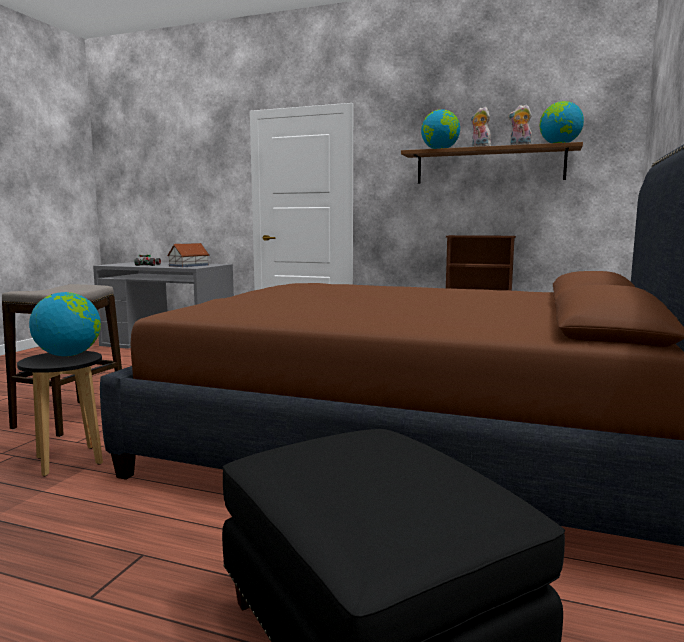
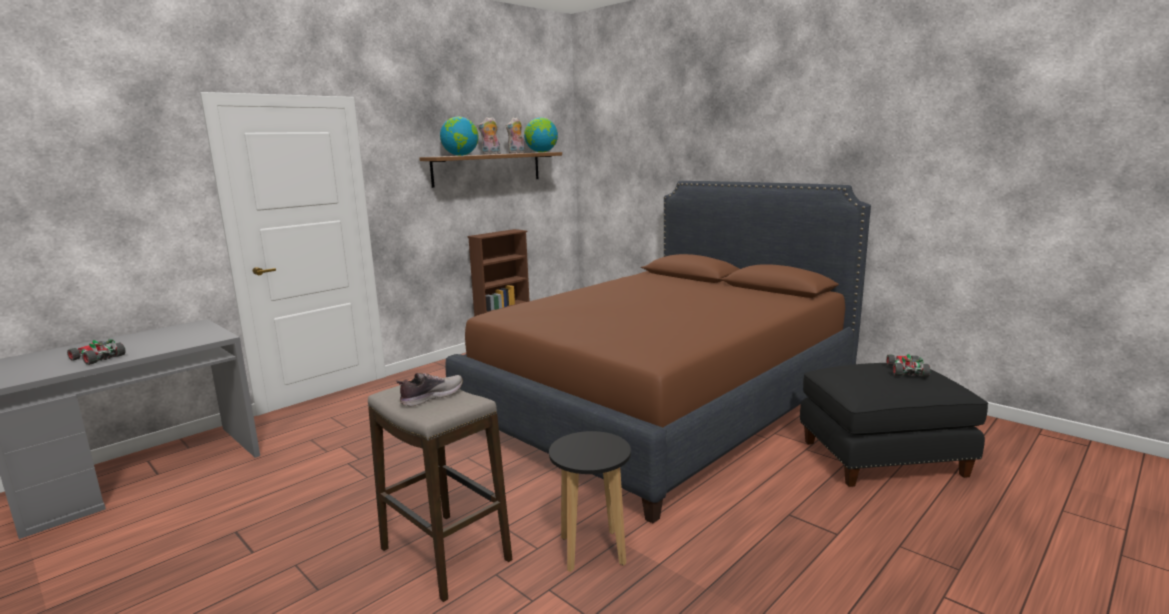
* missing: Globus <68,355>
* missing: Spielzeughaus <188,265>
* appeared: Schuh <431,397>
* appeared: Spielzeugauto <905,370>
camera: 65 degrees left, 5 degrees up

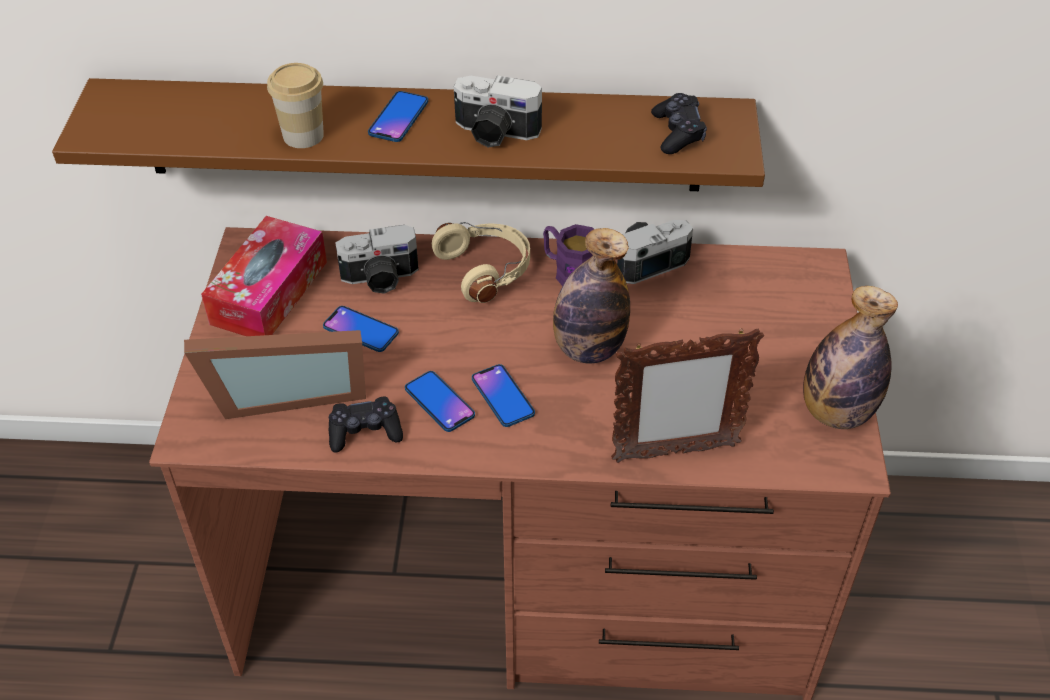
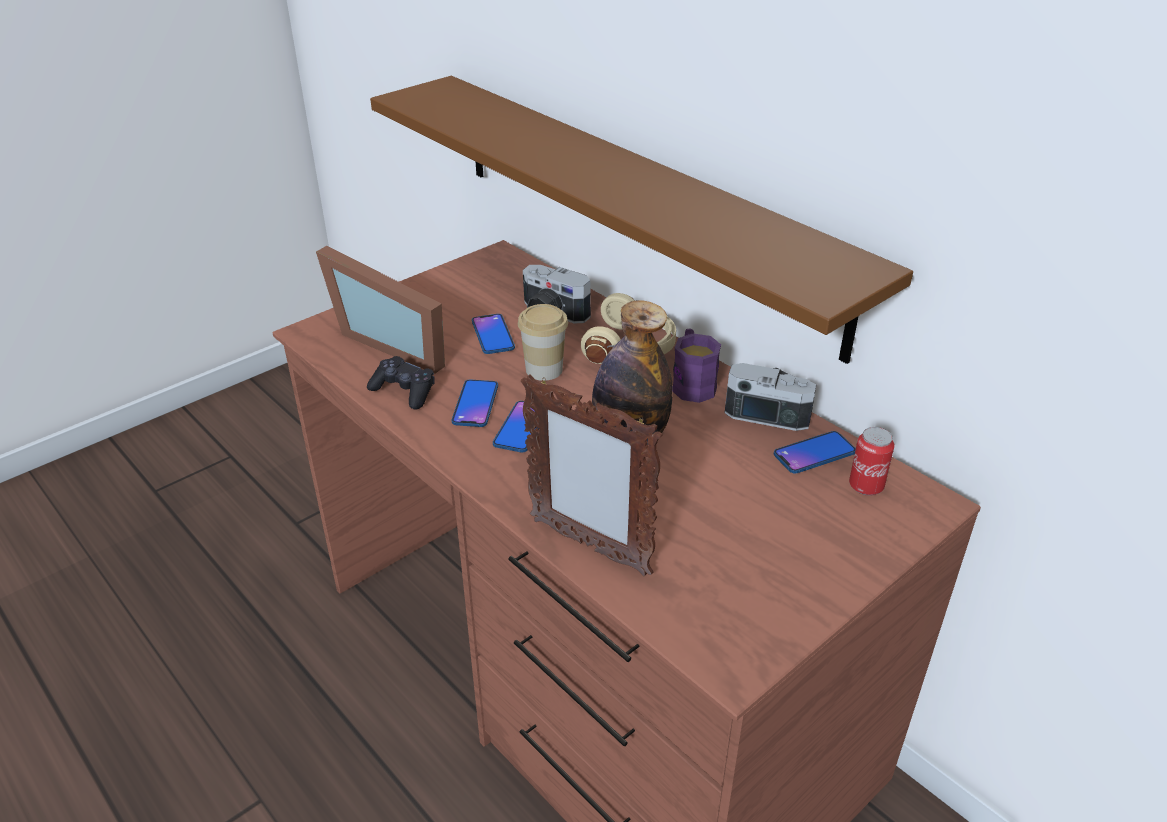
* missing: Taschentuchbox <269,292>
* relocated: Tasse <303,135> to <544,370>
* relocated: Handy <398,118> to <814,453>
* missing: Kamera <495,133>
* missing: Gamepad/schwarz <678,132>
* missing: Flasche <836,412>
* appeared: Dose <866,486>
camera: 45 degrees right, 10 degrees down

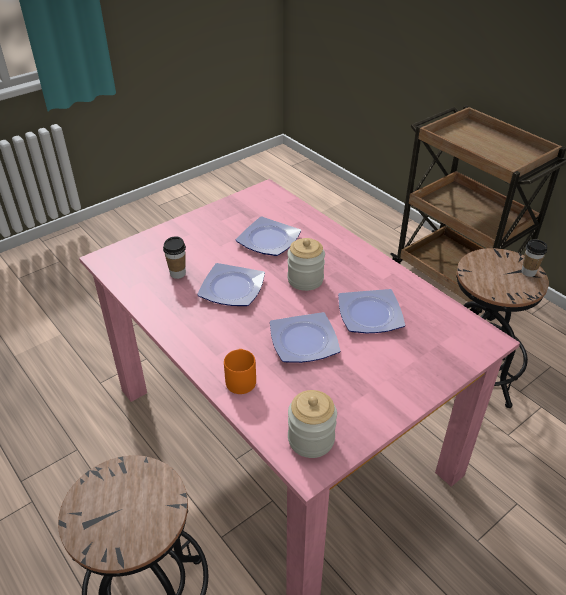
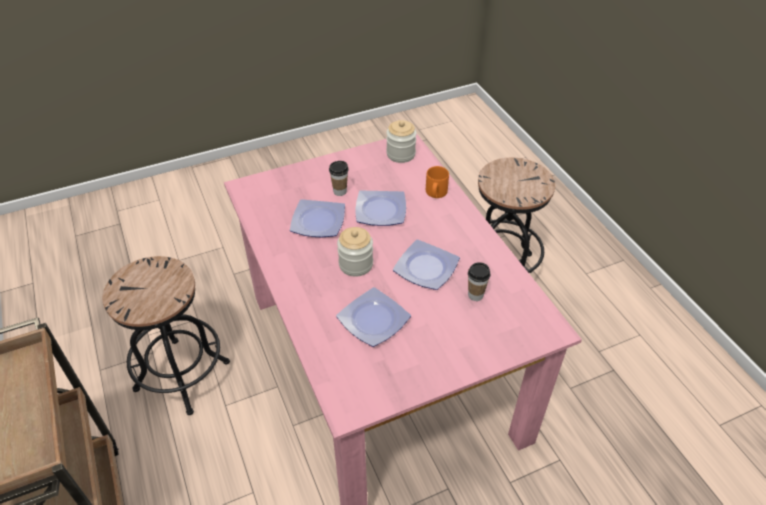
* relocated: Tasse <528,272> to <340,191>
camera: 165 degrees left, 5 degrees up

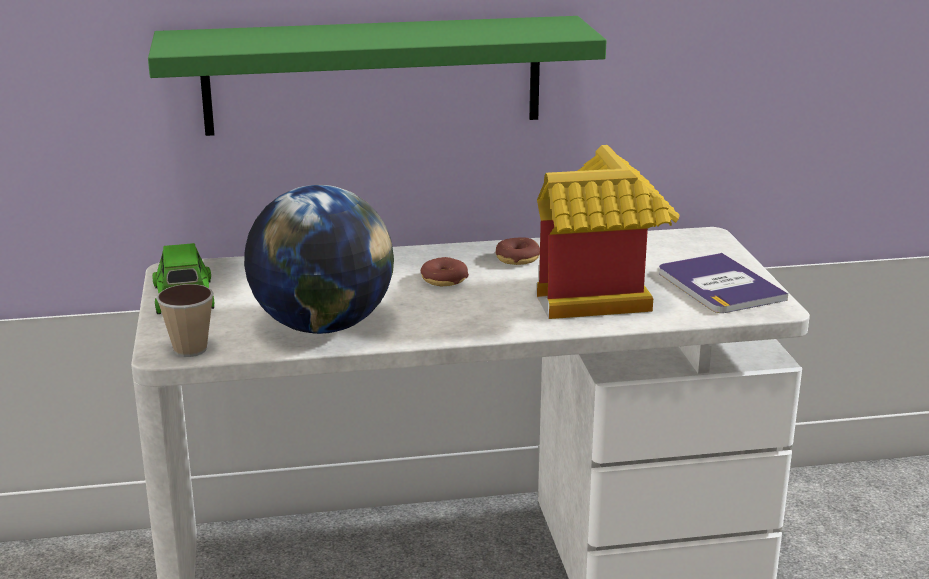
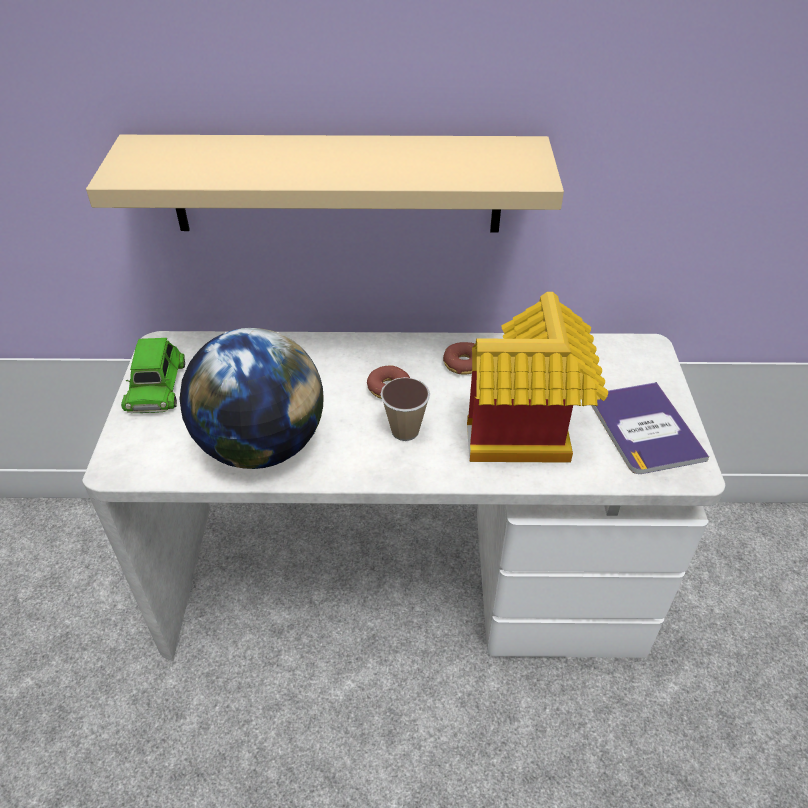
* colour: Wandregal/grün <373,75> to Wandregal/beige <336,184>
* relocated: Tasse <190,349> to <405,431>
camera: 10 degrees right, 20 degrees up

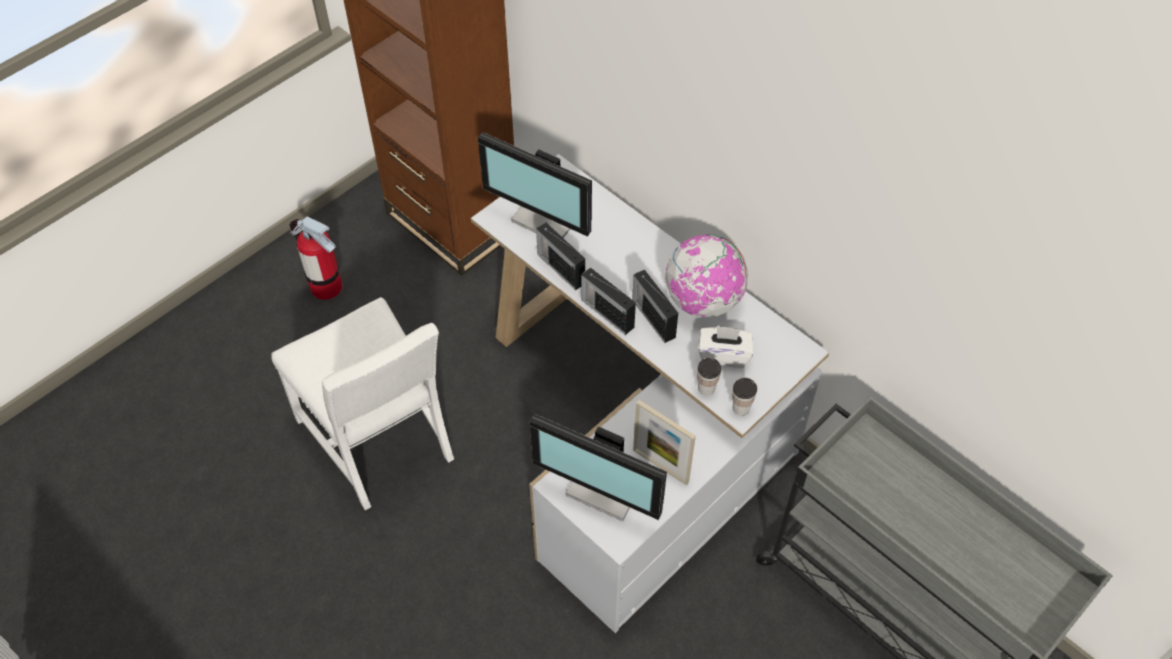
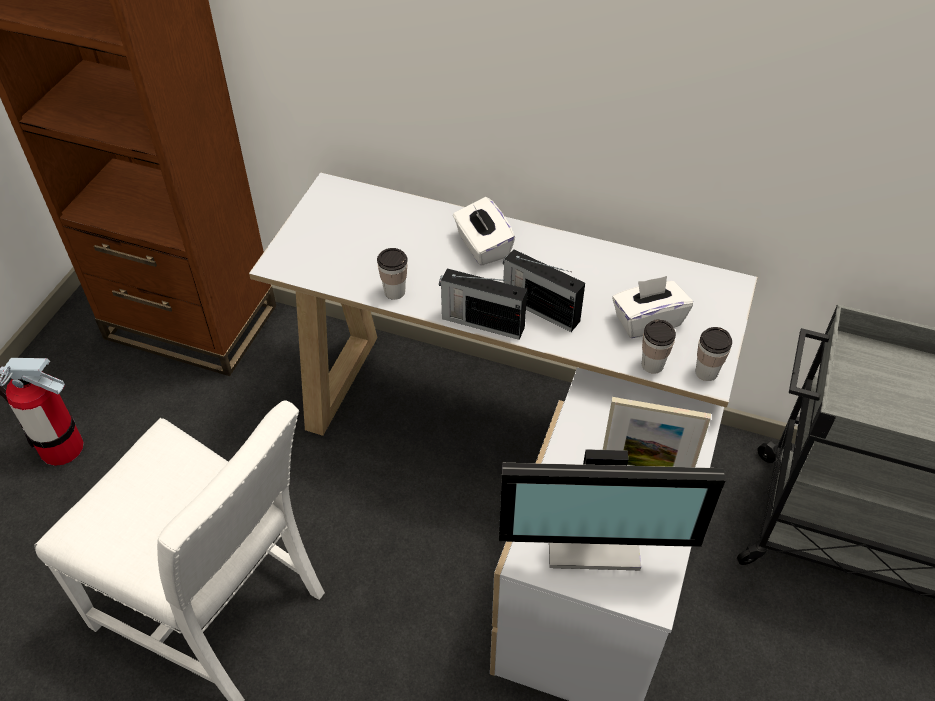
* missing: Monitor <548,216>
* exchanged: Radio <560,268> to Tasse <394,292>
* missing: Globus <703,301>
* appeared: Taschentuchbox/weiß <482,246>
camera: 25 degrees left, 5 degrees down

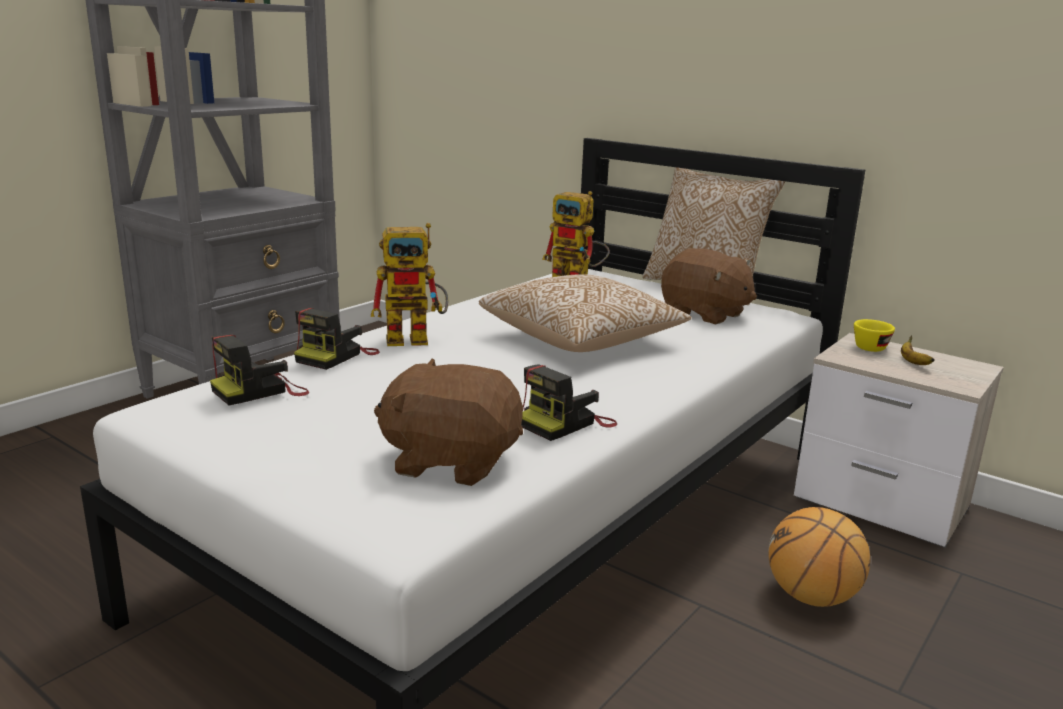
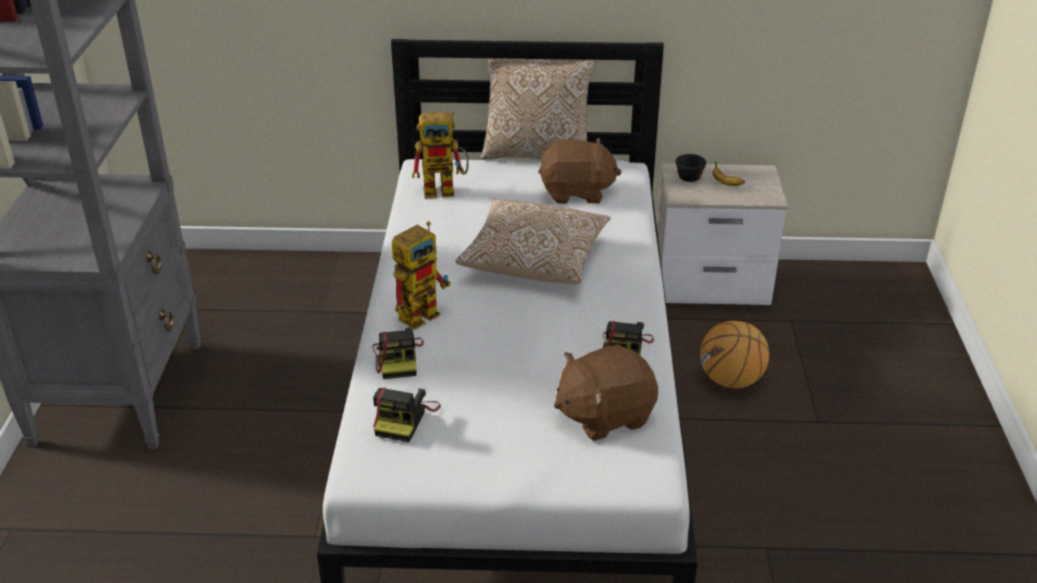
* colour: Tasse/gelb <873,347> to Tasse/schwarz <689,175>
camera: 35 degrees left, 15 degrees up

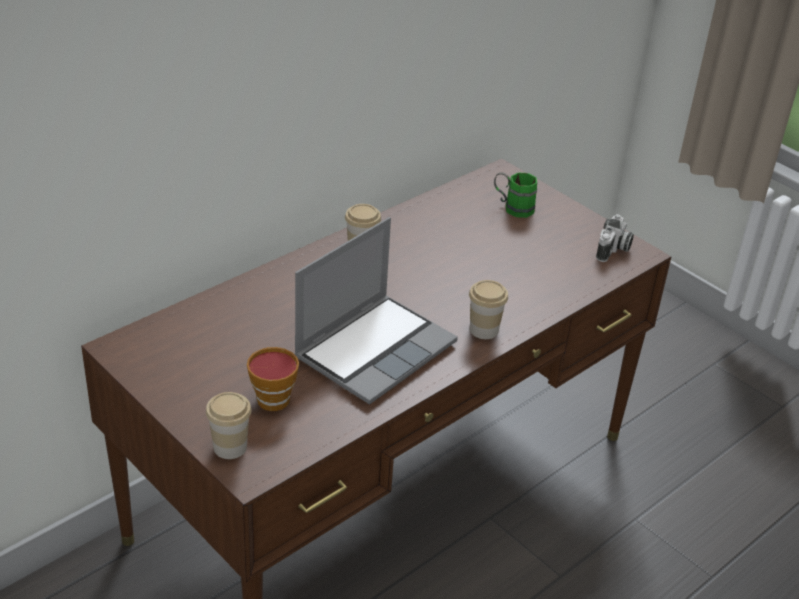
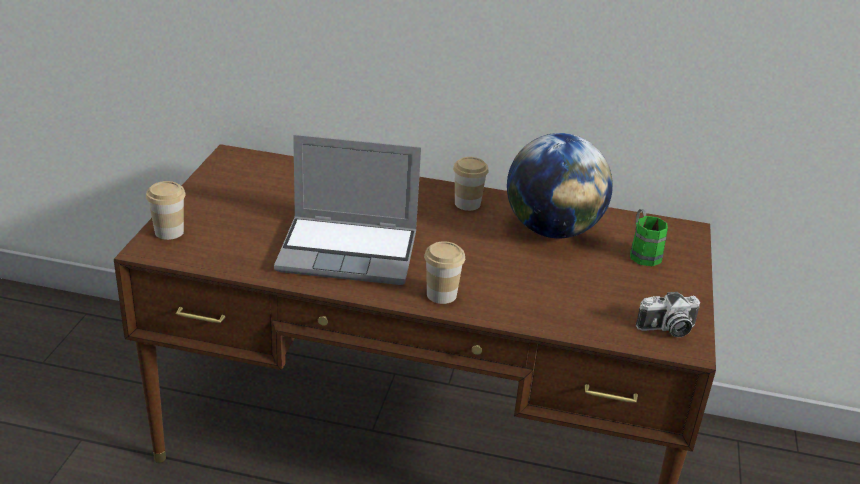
* missing: Tasse <272,397>
* appeared: Globus <552,230>
camera: 55 degrees right, 5 degrees down

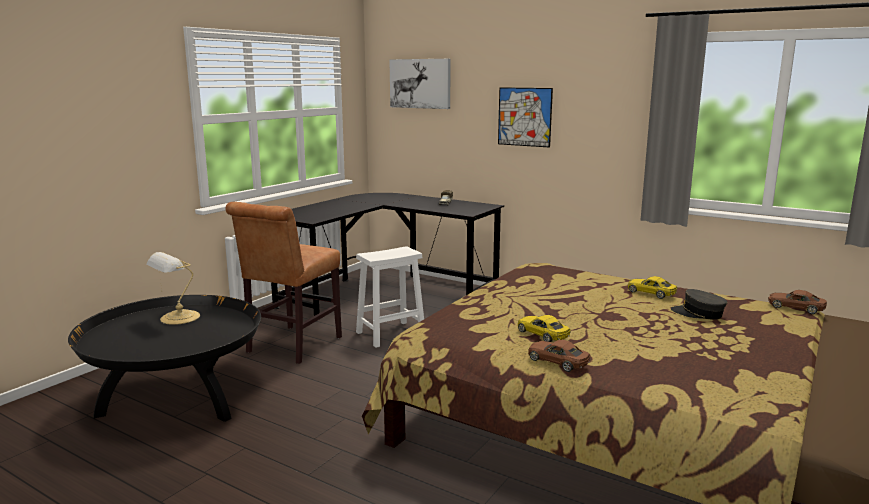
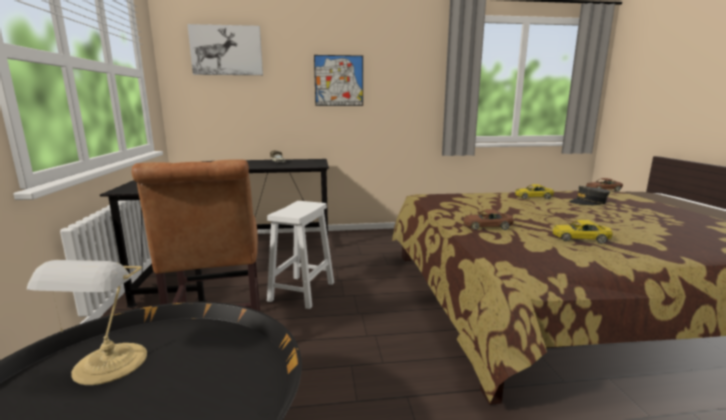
* relocated: Spielzeugauto/braun <558,361> to <487,226>
camera: 40 degrees left, 0 degrees up

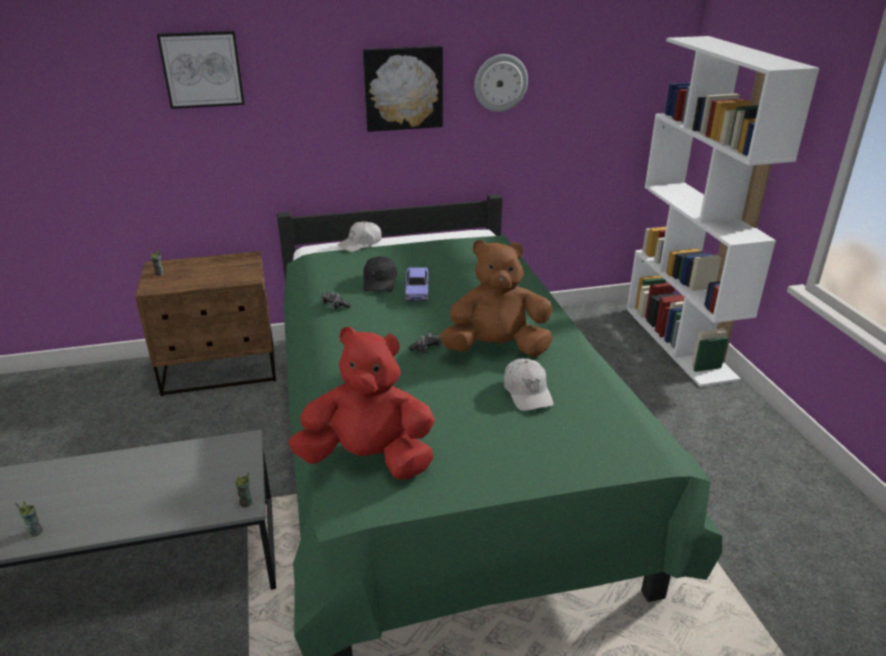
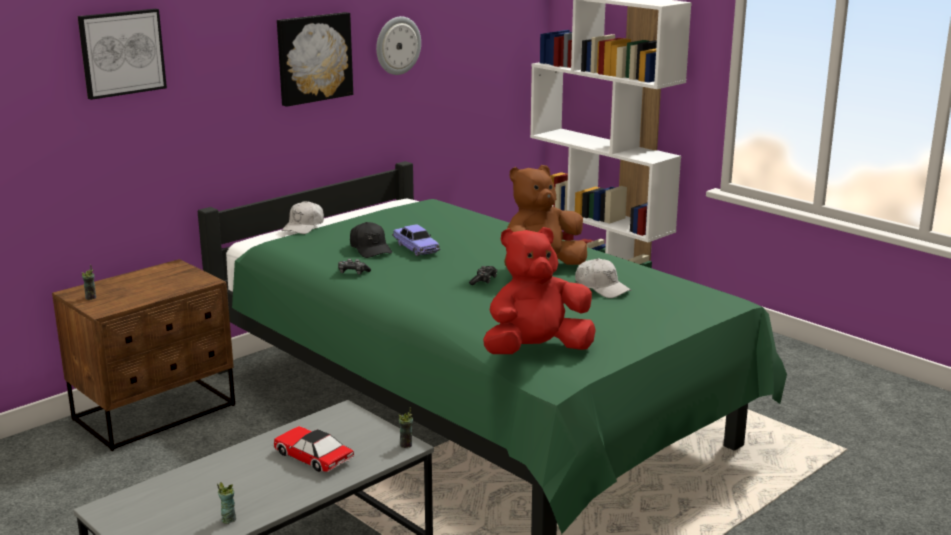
* appeared: Spielzeugauto <313,457>
camera: 30 degrees left, 10 degrees down

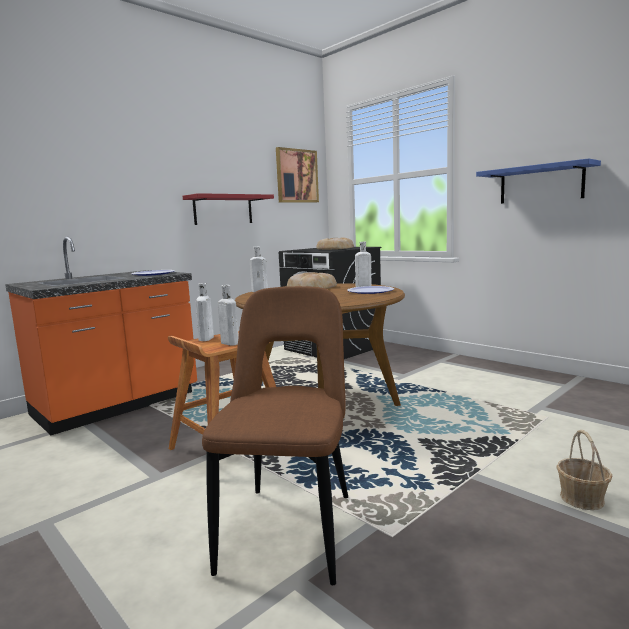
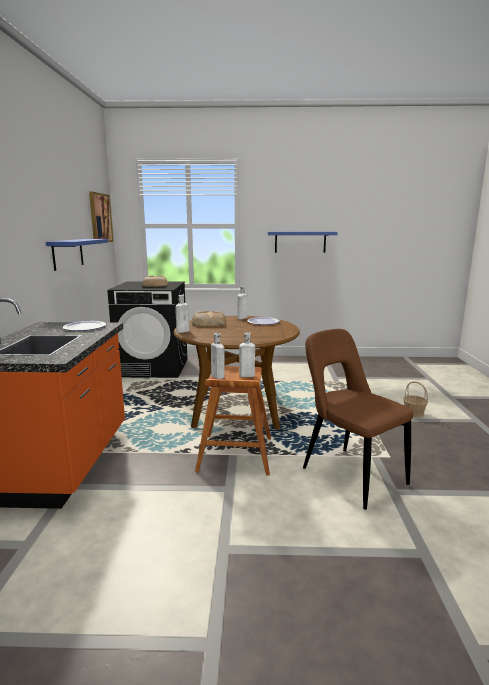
* colour: Wandregal/rot <223,210> to Wandregal/blau <68,253>
camera: 45 degrees left, 5 degrees up

